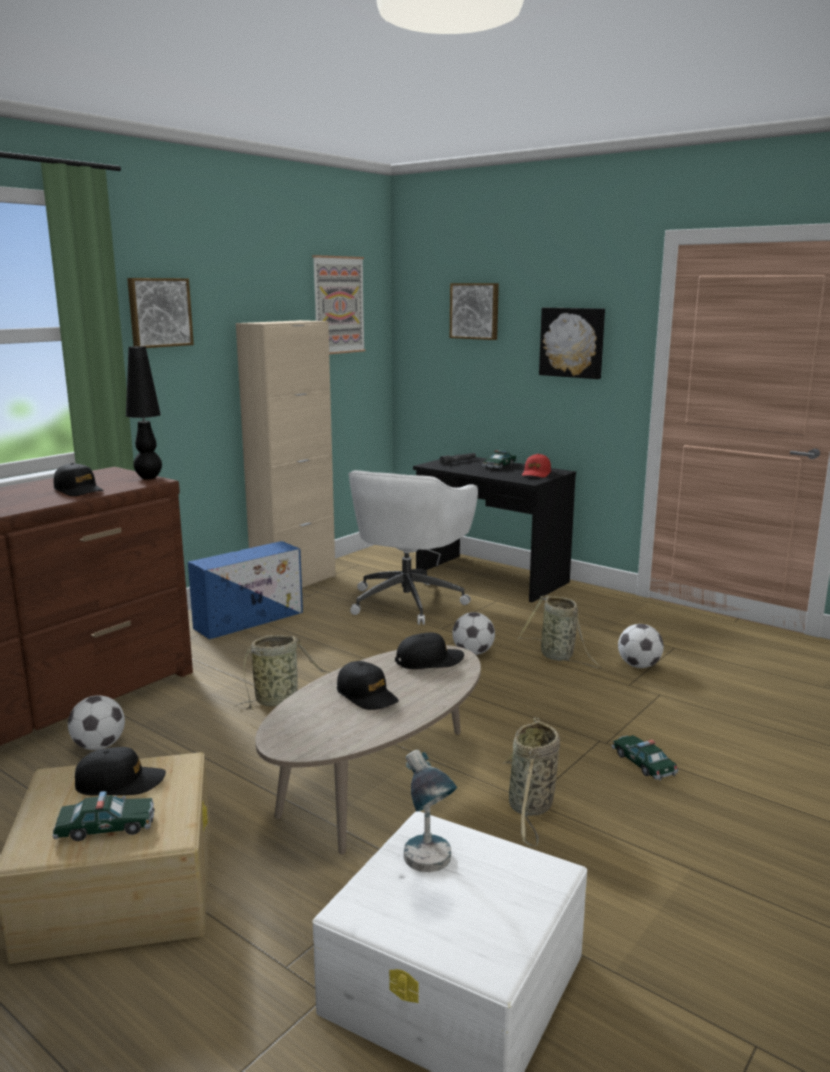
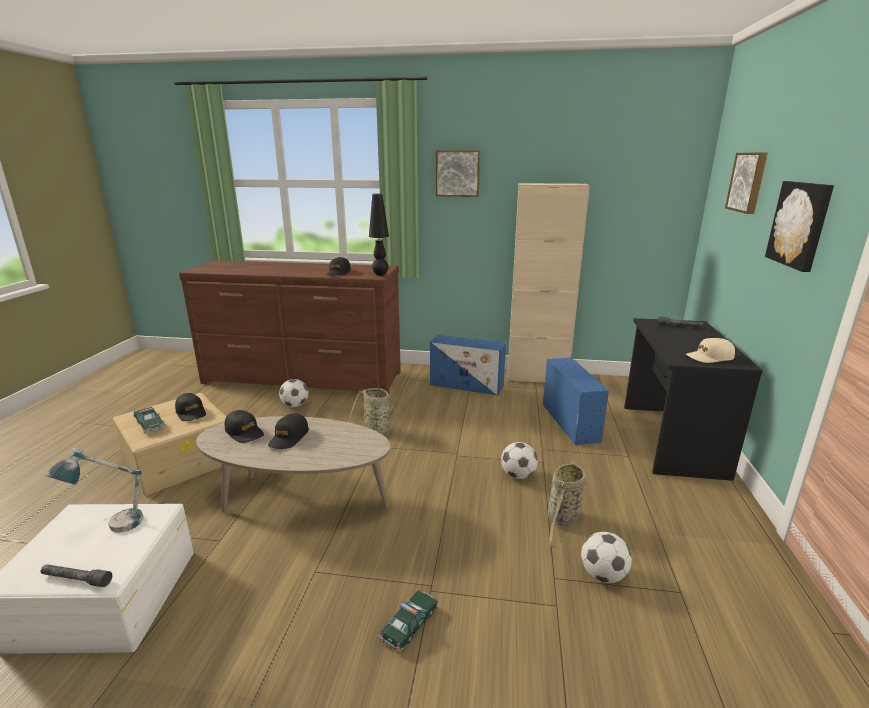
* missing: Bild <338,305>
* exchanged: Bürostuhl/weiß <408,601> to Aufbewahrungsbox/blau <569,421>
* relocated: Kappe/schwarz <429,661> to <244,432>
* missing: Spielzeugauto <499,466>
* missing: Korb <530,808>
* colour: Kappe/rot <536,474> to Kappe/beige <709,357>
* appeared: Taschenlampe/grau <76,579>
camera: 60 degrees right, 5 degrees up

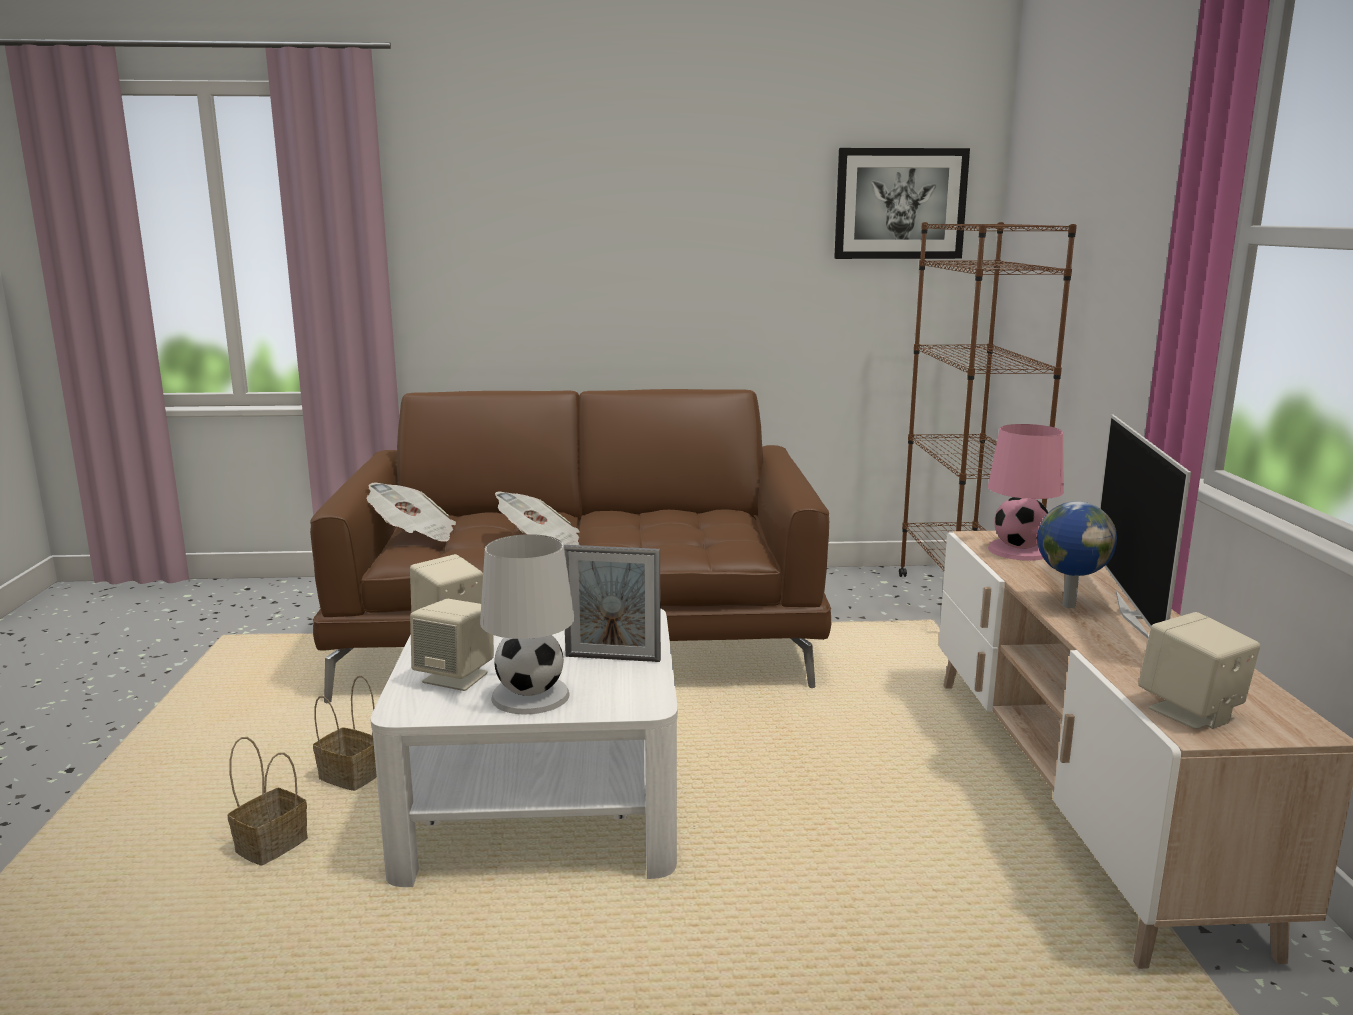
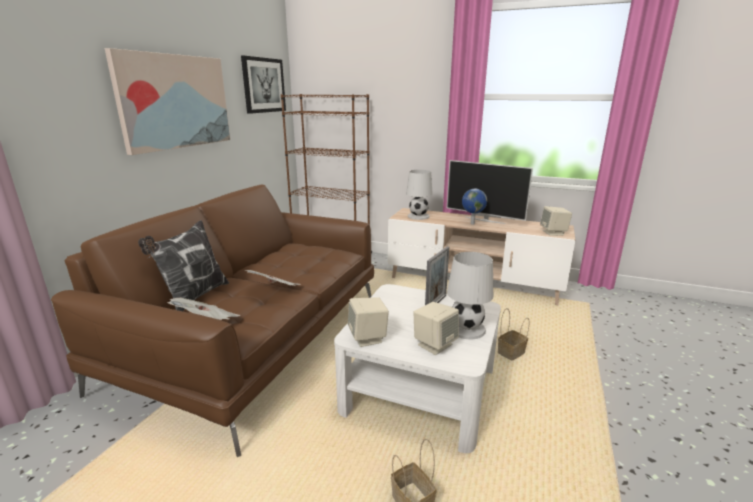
* relocated: Korb <352,777> to <511,352>
* colour: Tischlampe/rosa <1018,550> to Tischlampe/weiß <418,216>
* appeared: Bild <175,102>
* appeared: Kissen <194,297>
camera: 65 degrees left, 5 degrees up

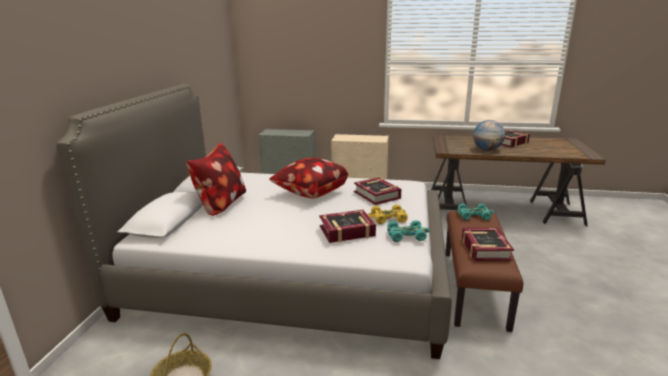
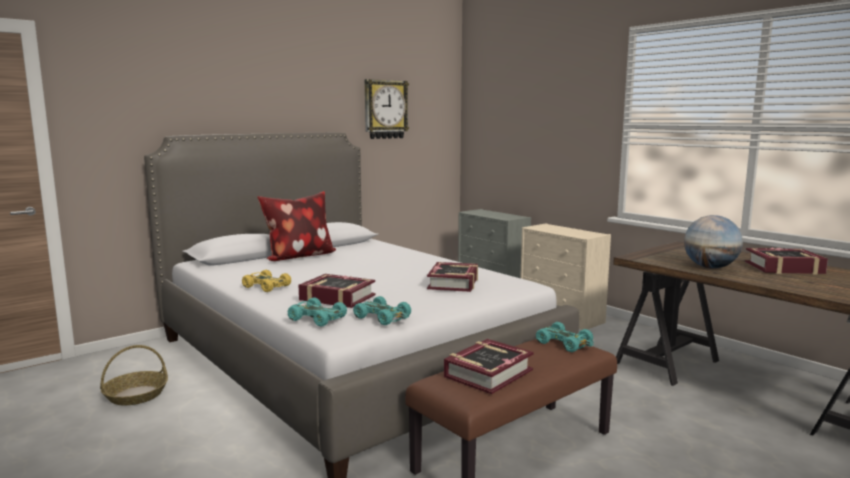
* missing: Kissen <310,193>
* relocated: Spielzeugauto/gelb <388,218> to <266,286>
* appeared: Spielzeugauto/türkis <316,318>
* appeared: Wanduhr <385,109>
camera: 40 degrees right, 10 degrees down

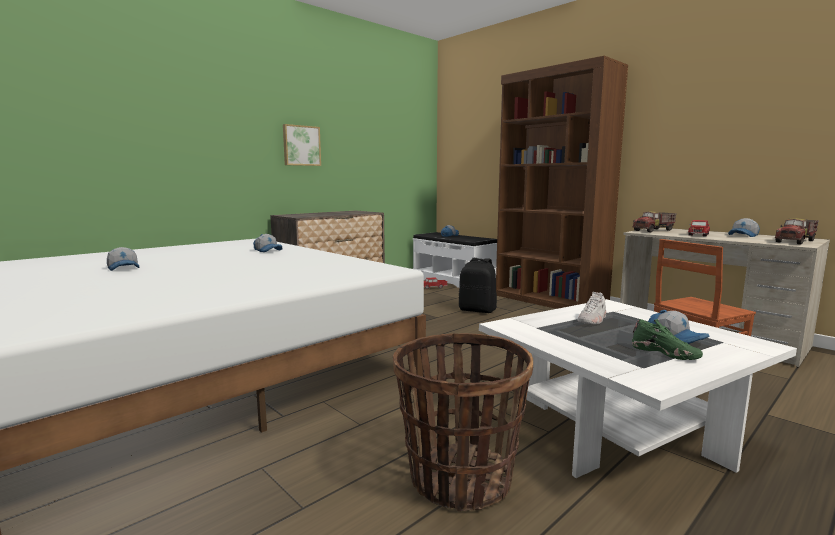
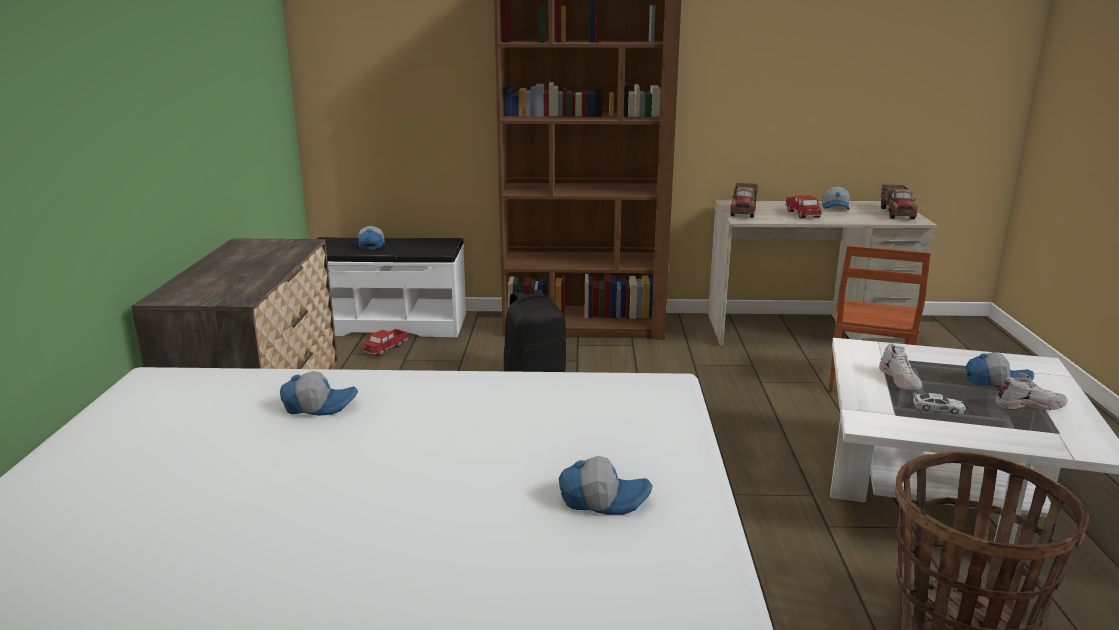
* relocated: Kappe <124,268> to <604,499>
* missing: Bild <301,145>
* colour: Schuh/grün <665,353> to Schuh/weiß <1029,405>
* appeared: Spielzeugauto <938,408>
camera: 45 degrees left, 10 degrees up

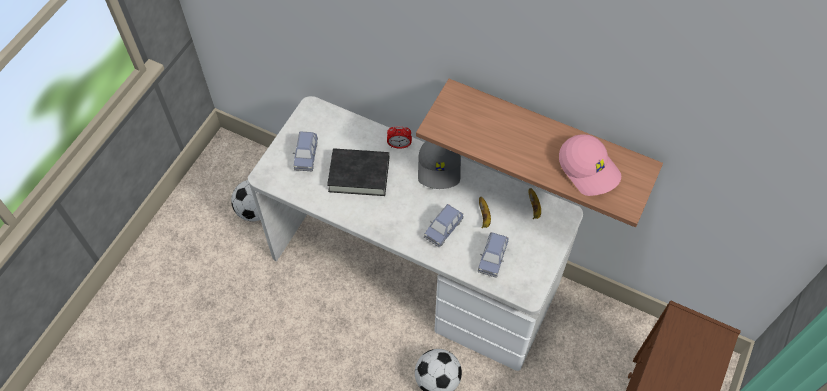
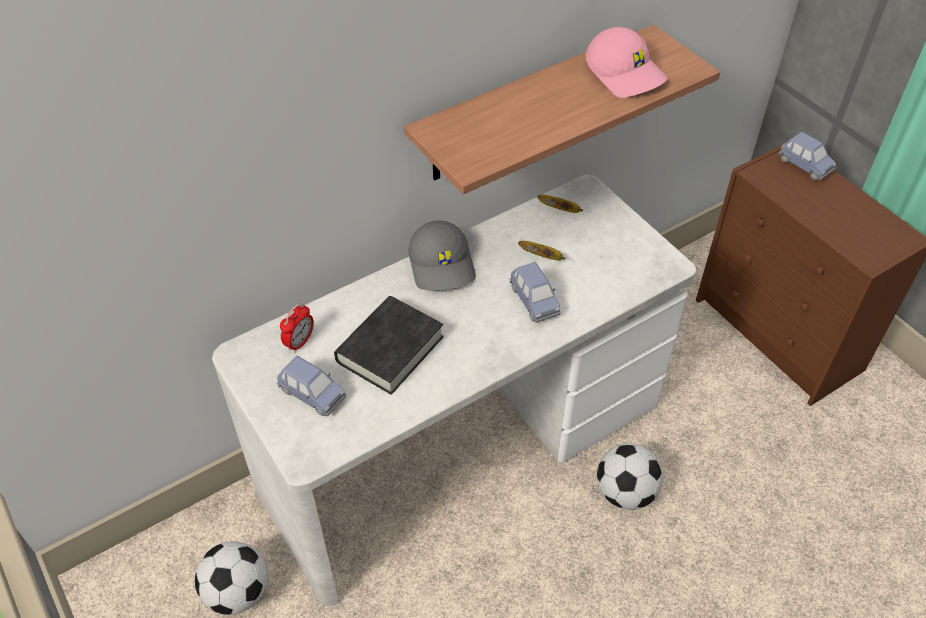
* relocated: Wecker <399,145> to <299,342>
* spun: Kappe/grau <440,168> = <443,265> 45 degrees clockwise
* relocated: Spielzeugauto/blau <492,258> to <804,165>
* spun: Kappe/rosa <589,169> = <626,73> 60 degrees clockwise
camera: 60 degrees left, 10 degrees down

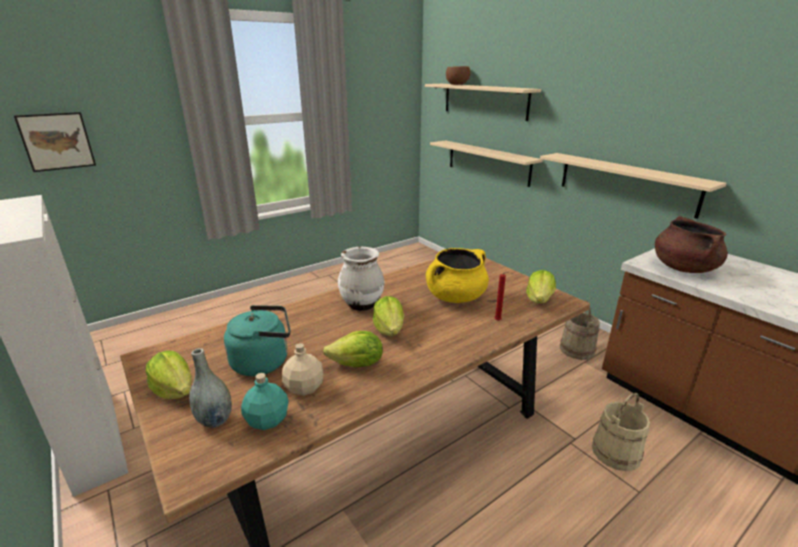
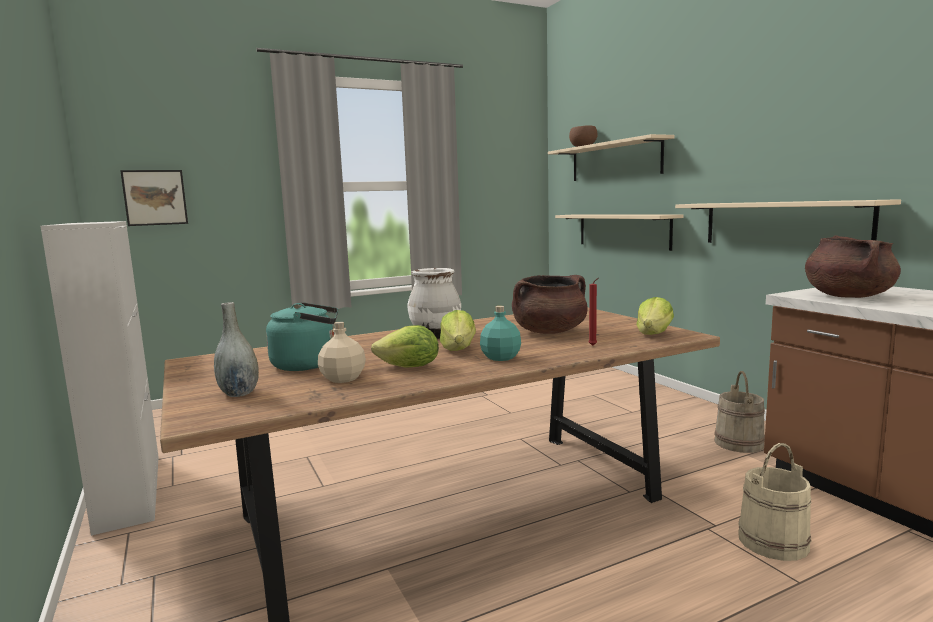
* missing: Salatkopf <174,390>
* relocated: Flasche/türkis <268,420> to <501,358>
* colour: Kochtopf/gelb <455,297> to Kochtopf/braun <549,332>
camera: 10 degrees right, 15 degrees down

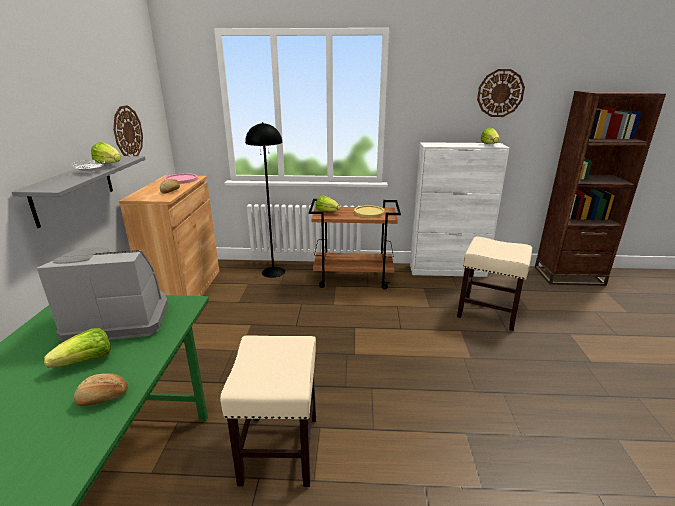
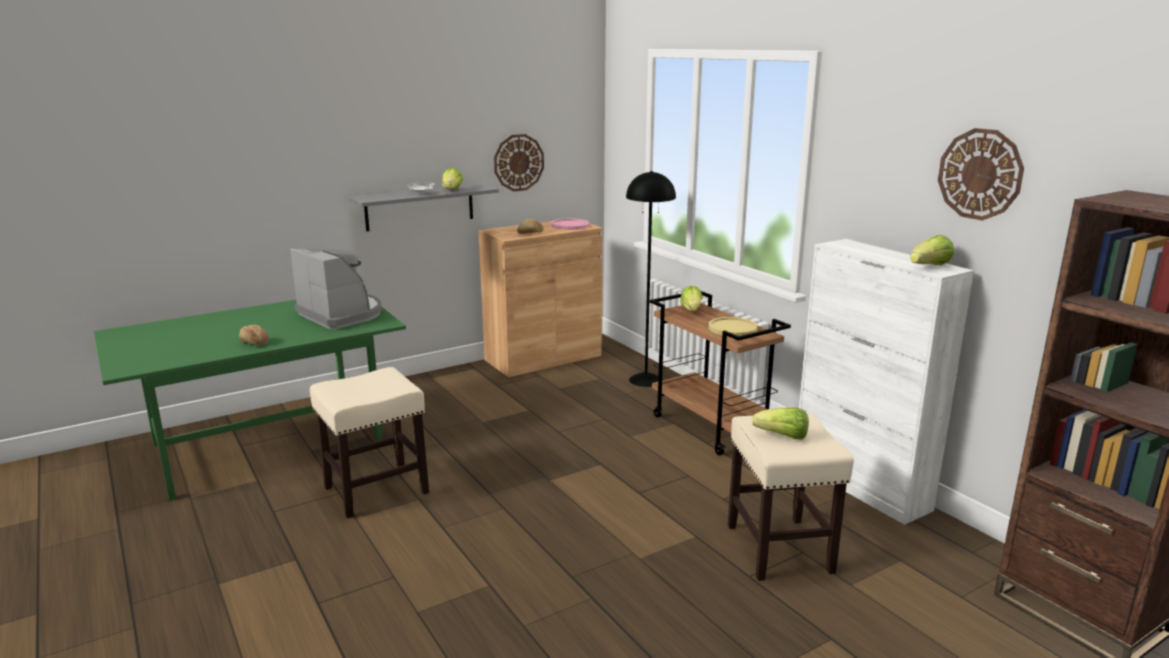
* relocated: Salatkopf <86,361> to <783,436>
camera: 55 degrees right, 5 degrees down

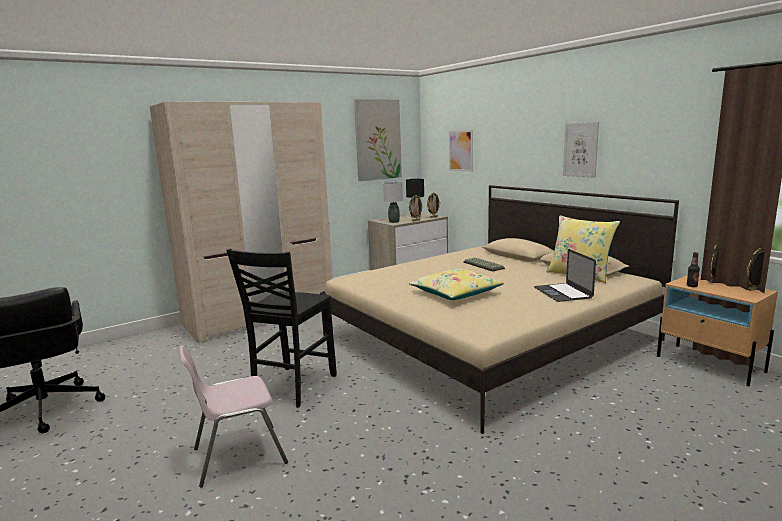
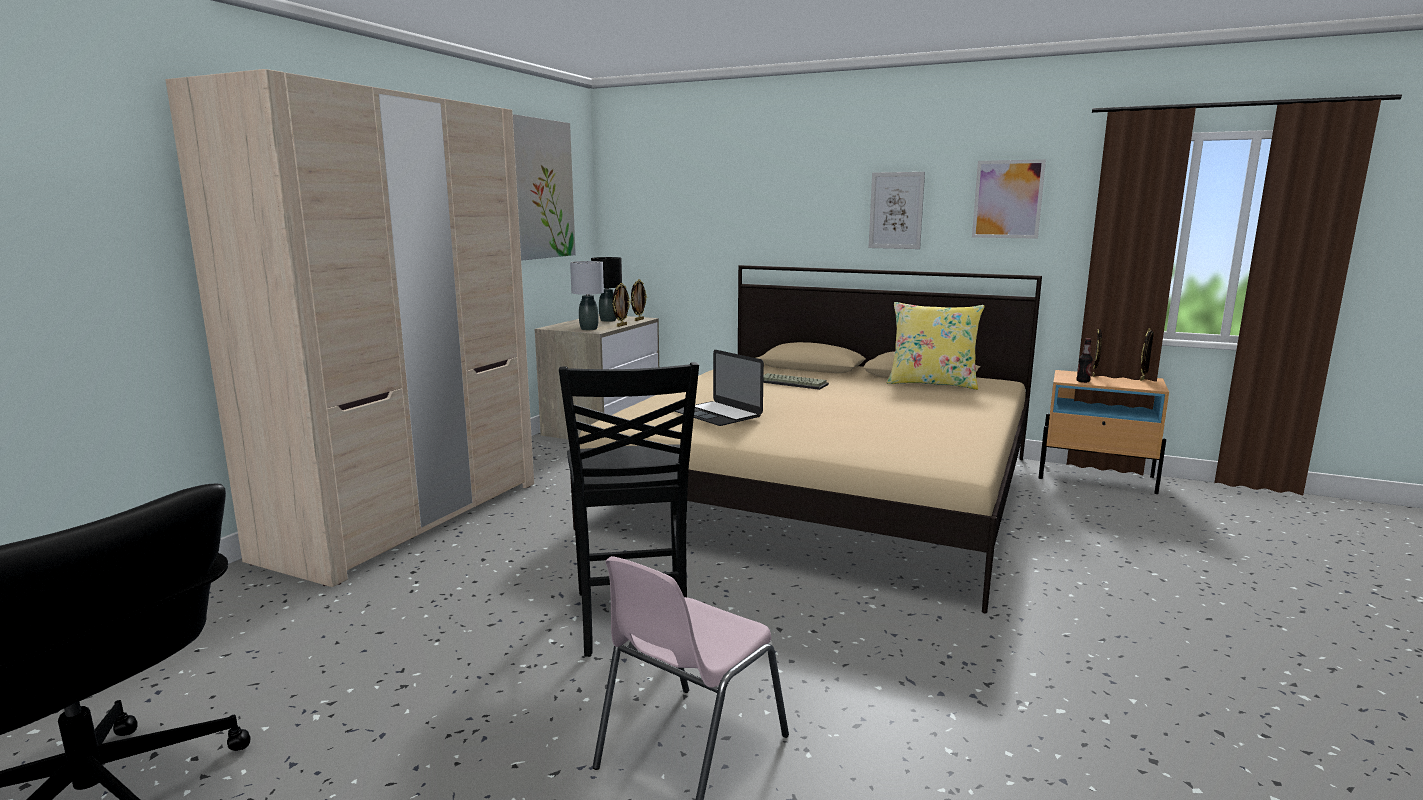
* missing: Kissen/gelb <455,293>
* relocated: Bild <460,150> to <1007,199>
* relocated: Laptop <562,292> to <717,414>
camera: 30 degrees left, 0 degrees up

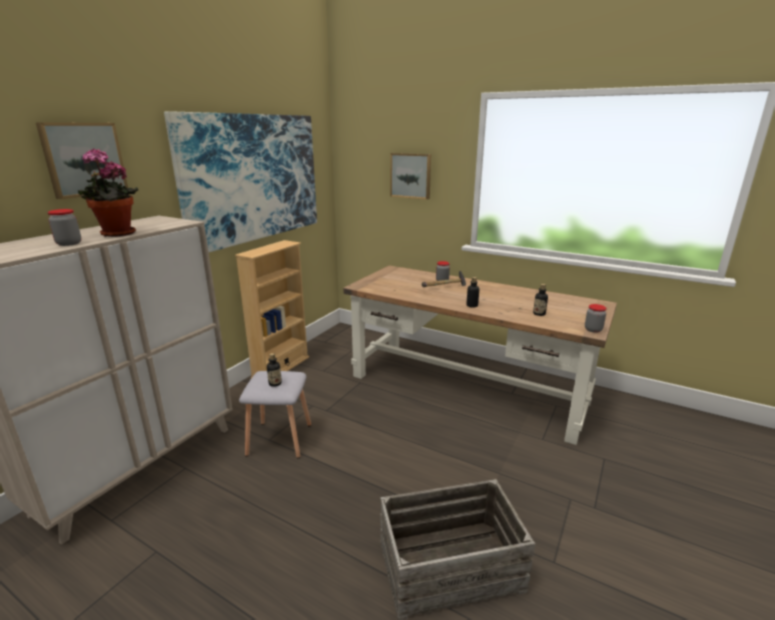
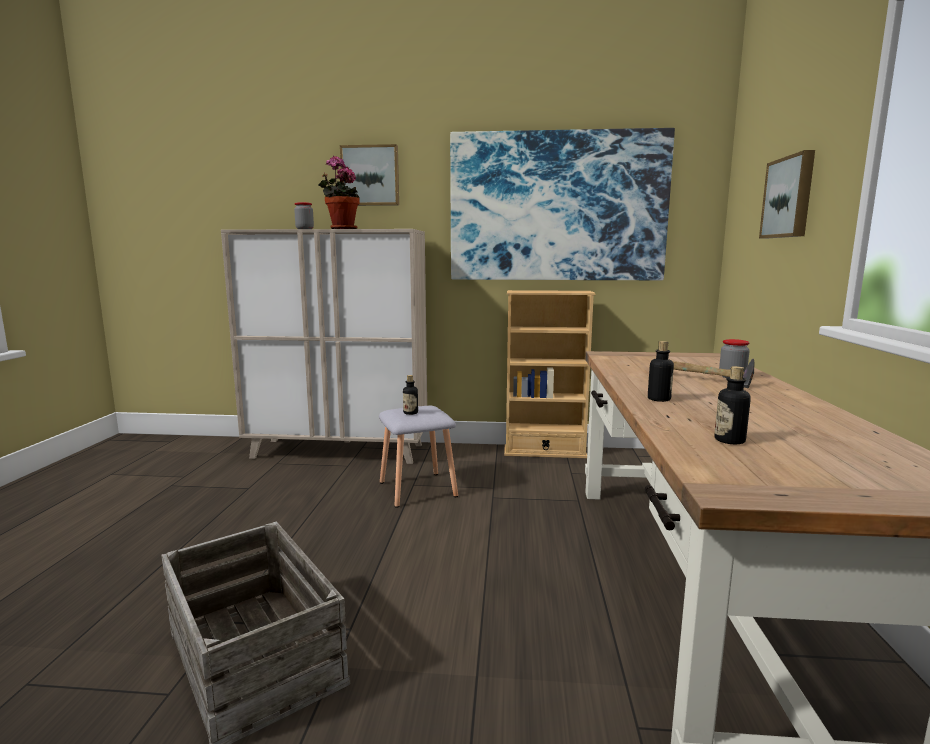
* missing: Vorratsglas <593,330>
camera: 65 degrees right, 10 degrees down

